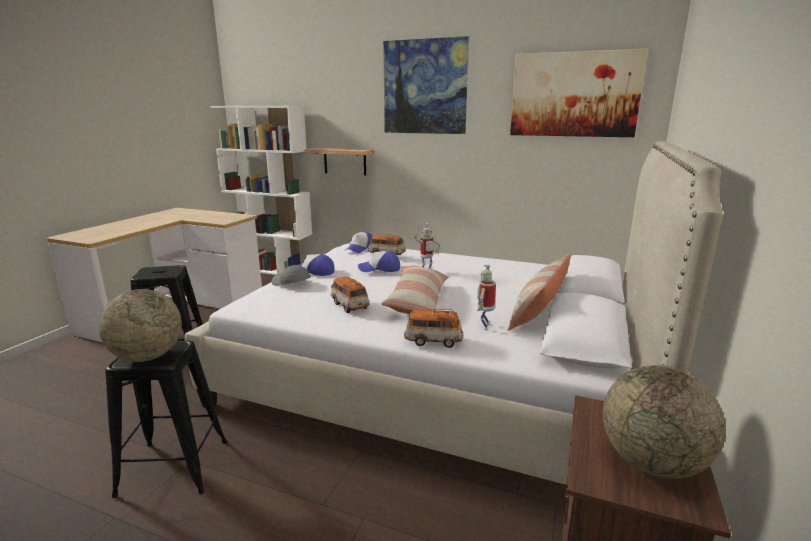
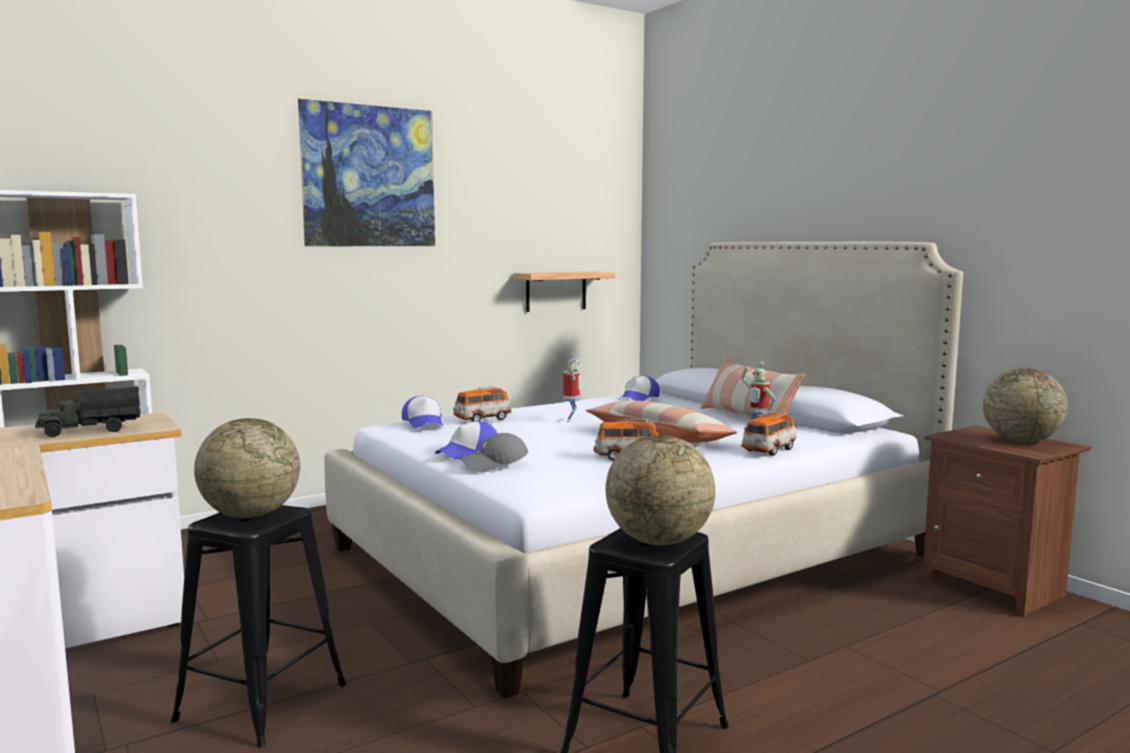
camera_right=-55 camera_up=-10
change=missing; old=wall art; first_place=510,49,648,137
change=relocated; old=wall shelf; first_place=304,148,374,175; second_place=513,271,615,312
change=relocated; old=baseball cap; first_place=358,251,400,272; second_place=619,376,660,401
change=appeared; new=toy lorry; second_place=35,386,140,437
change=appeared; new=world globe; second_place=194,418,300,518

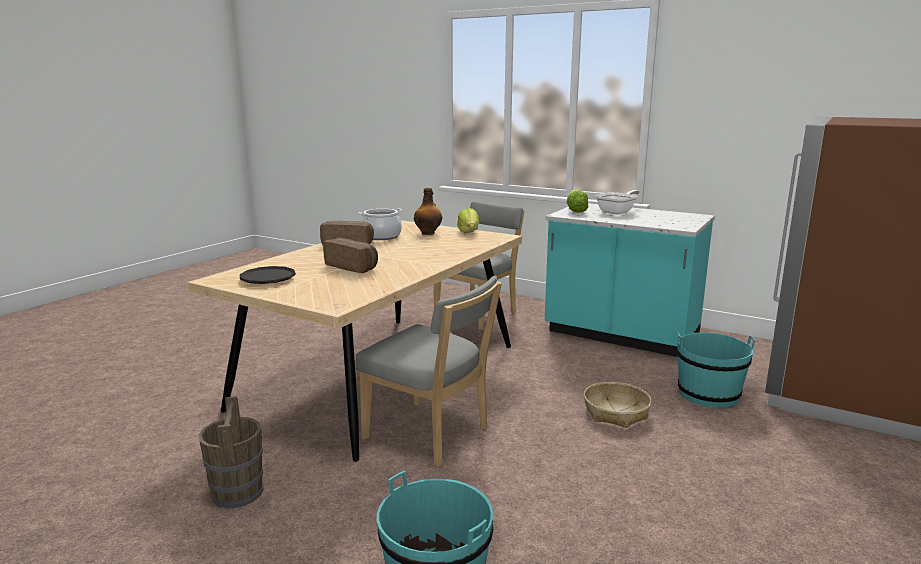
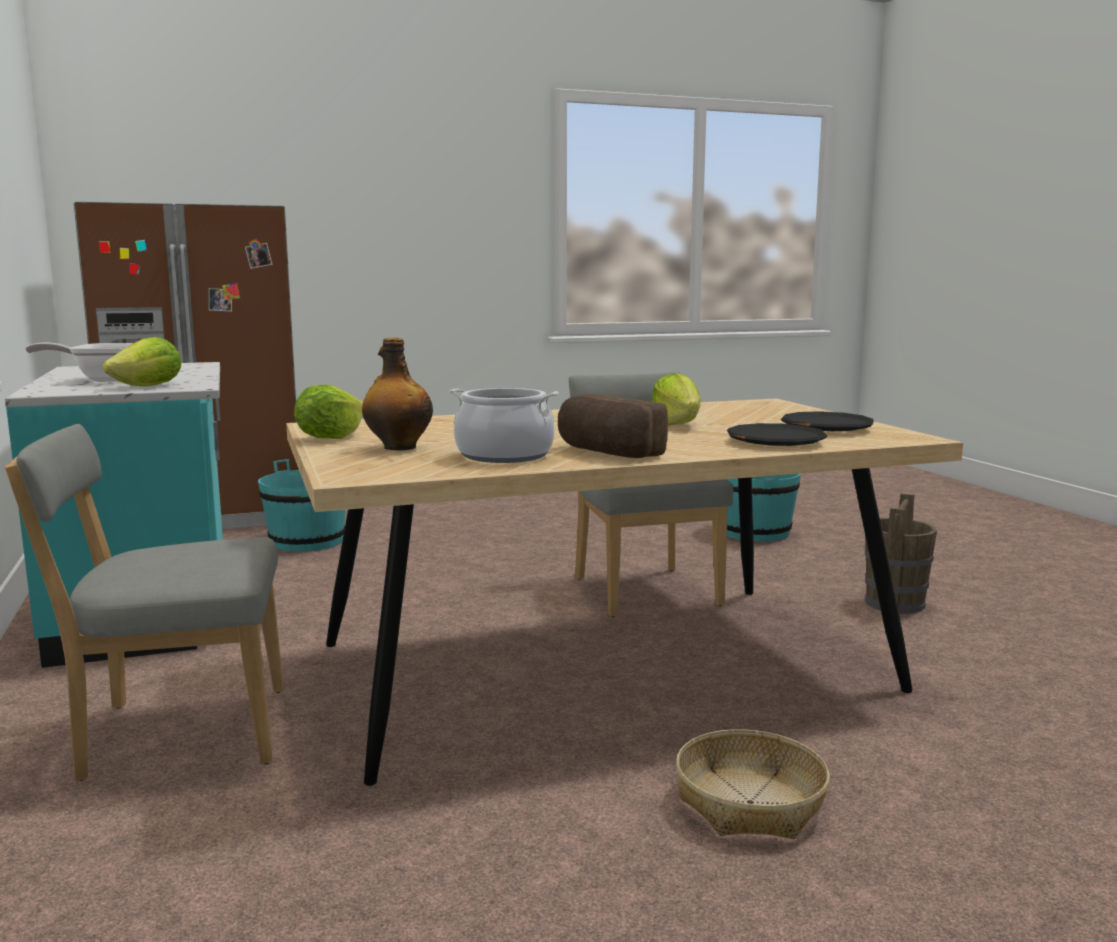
camera_right=-140 camera_up=-5
change=exchanged; old=bread; new=head of lettuce; first_place=323,238,378,273; second_place=652,373,701,425
change=relocated; old=storage basket; first_place=584,382,652,428; second_place=676,729,830,839
change=appeared; new=black flat dish; second_place=727,423,827,446

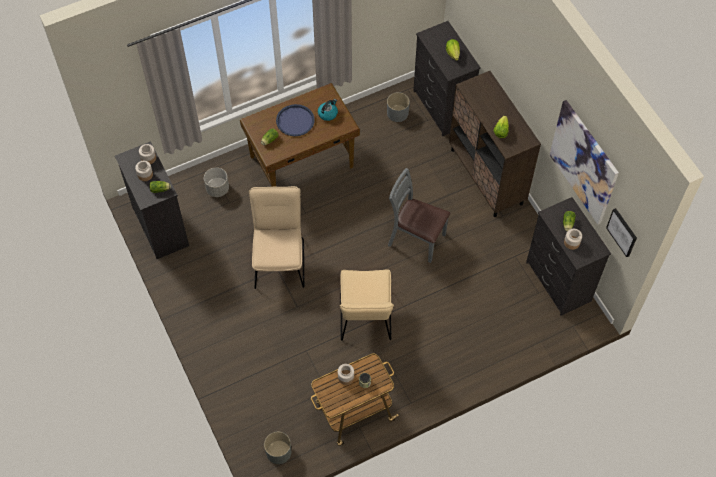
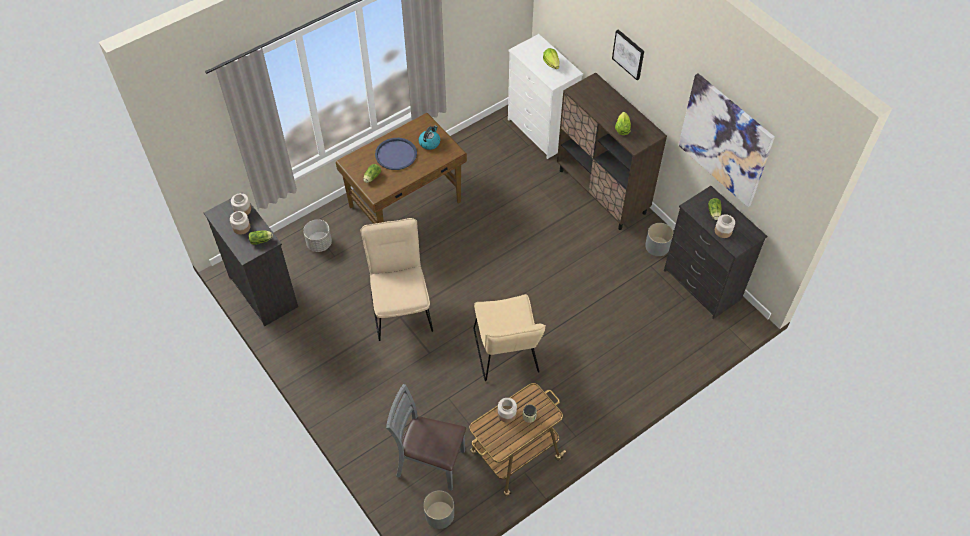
camera_right=-10 camera_up=-5
change=colour; old=black drawer chest; new=white drawer chest; first_place=413,21,481,136; second_place=508,34,583,159
change=relocated; old=gray flower pot; first_place=387,92,410,122; second_place=645,223,674,256
change=relocated; old=gray chair; first_place=388,168,450,263; second_place=386,384,466,491
change=relocated; old=wall art; first_place=606,208,637,257; second_place=612,29,644,80

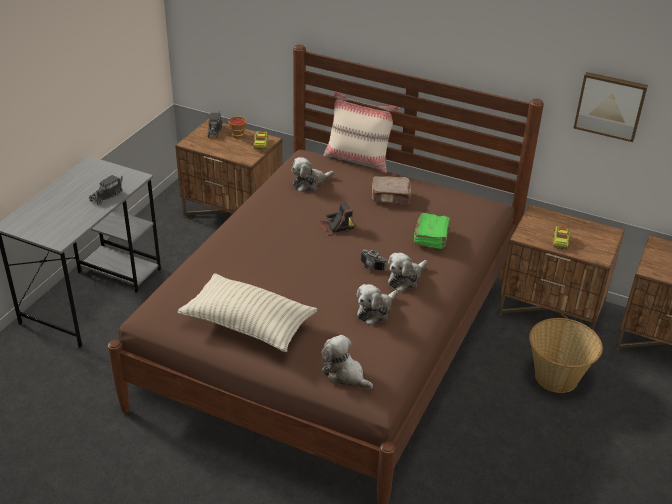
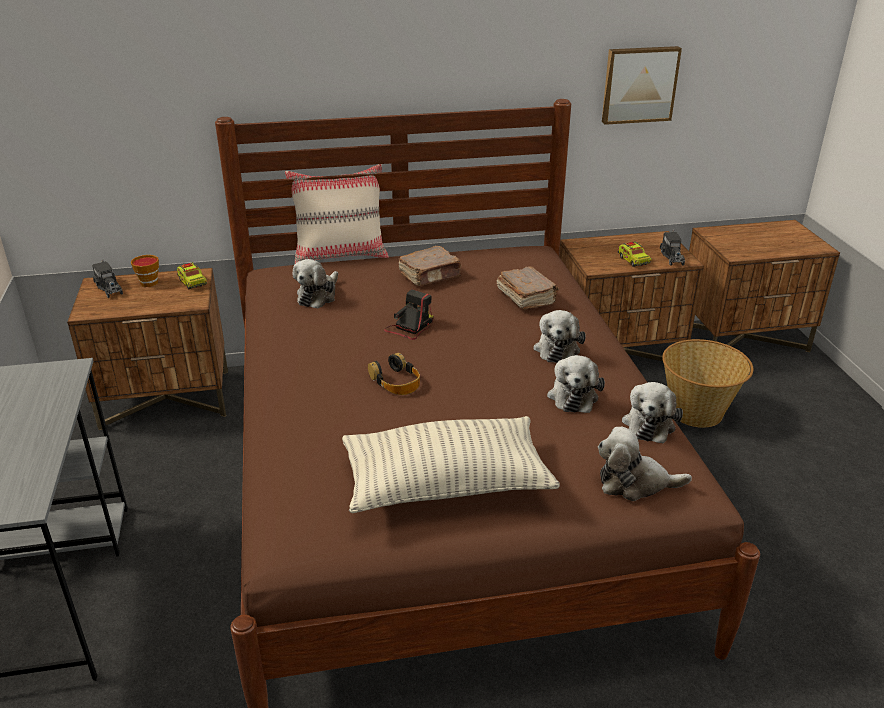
camera_right=-35 camera_up=-5
change=relocated; old=toy lorry; first_place=89,175,123,205; second_place=660,230,685,266
change=colour; old=green-coloured book; new=brown book; first_place=414,213,450,249; second_place=497,266,559,310
change=missing; old=still camera; first_place=361,249,387,271
change=appeared; new=pair of headphones; second_place=368,353,420,395
change=appeared; new=soft toy; second_place=622,382,683,443

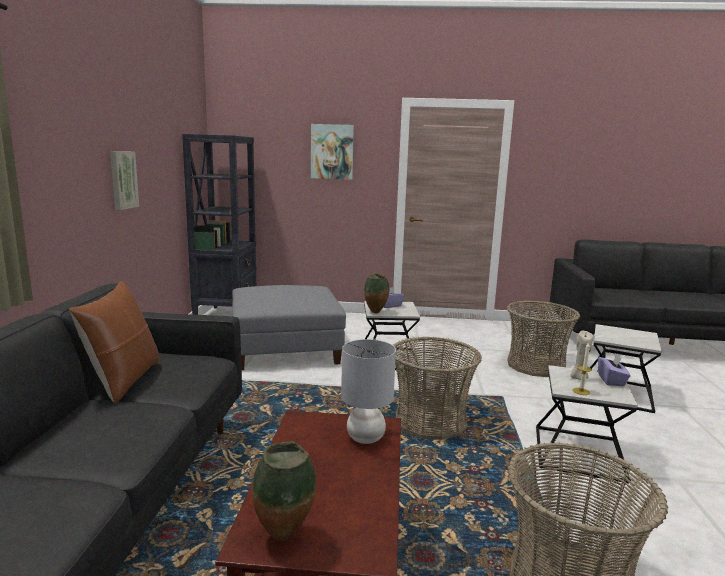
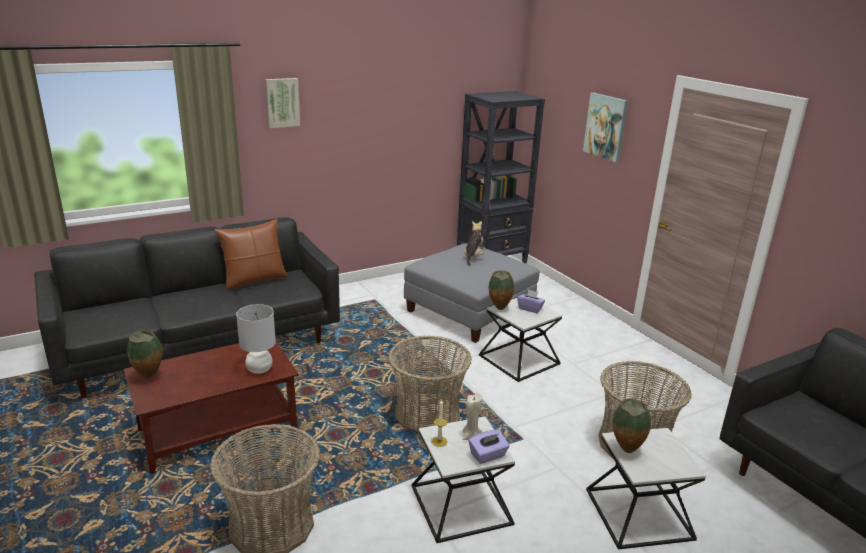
camera_right=55 camera_up=10
change=relocated; old=wall art; first_place=110,152,139,210; second_place=265,78,300,128
change=appeared; new=soft toy; second_place=464,221,485,266
change=appeared; new=flower vase; second_place=613,398,651,453

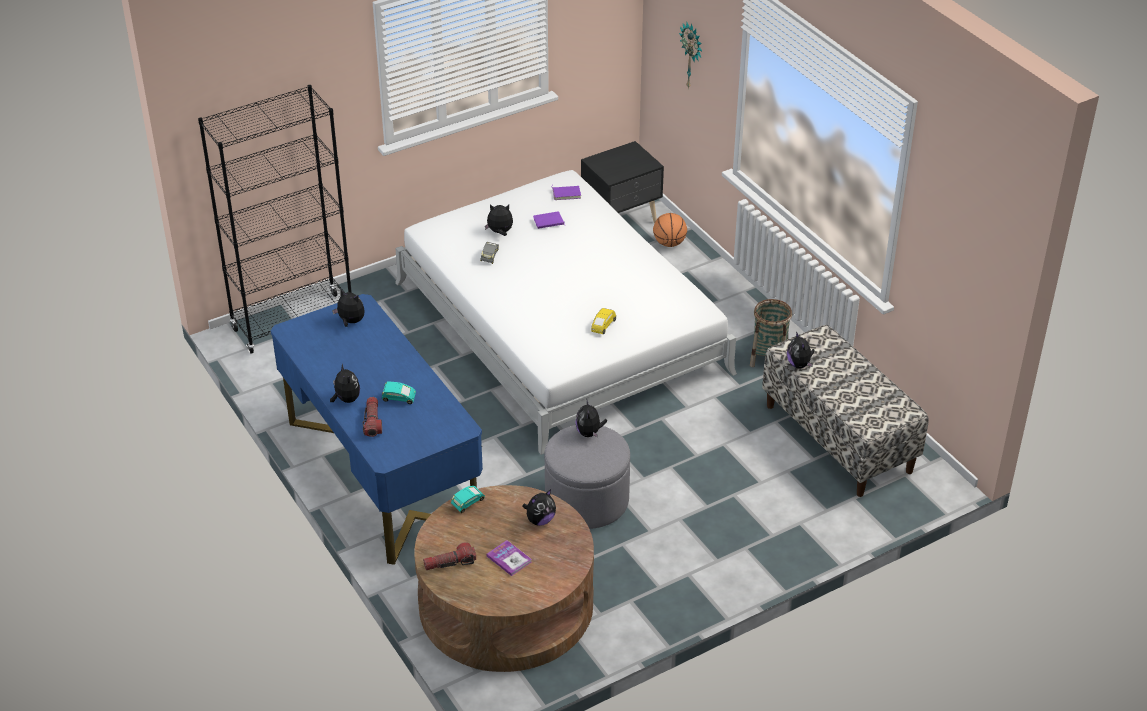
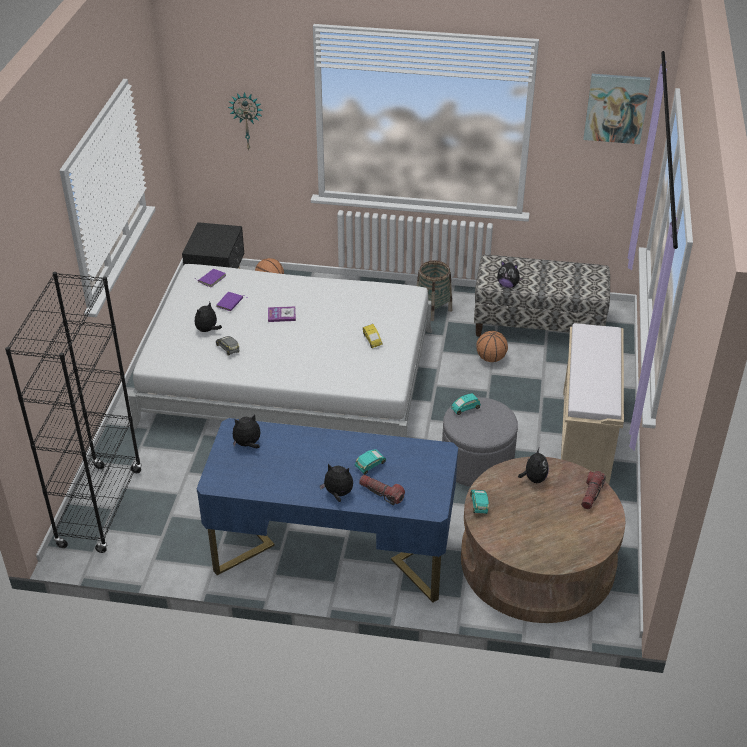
camera_right=-50 camera_up=0
change=exchanged; old=soft toy; new=turquoise toy car; first_place=576,398,607,438; second_place=451,393,481,415
change=relocated; old=book; first_place=487,540,532,576; second_place=268,306,296,322
change=relocated; old=flashlight; first_place=423,542,476,570; second_place=581,471,606,509
change=appeared; new=wall art; second_place=583,74,651,144
change=appeared; new=sand-coloured long seat; second_place=561,323,624,485
change=appeared; new=basketball; second_place=476,331,508,362

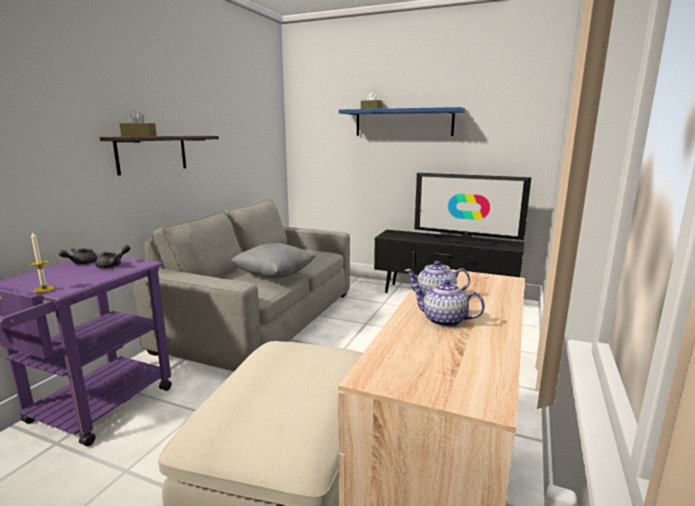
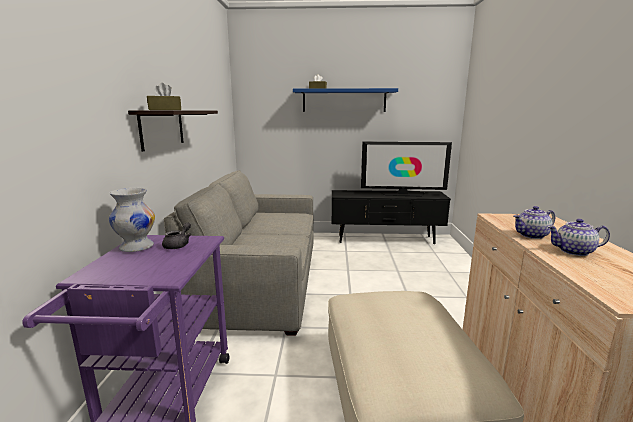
camera_right=-20 camera_up=0
change=missing; old=wax candle; first_place=29,231,55,293
change=missing; old=gray pillow; first_place=231,243,316,279
change=exchanged; old=gray pot for tea; new=white flower vase; first_place=59,248,98,264; second_place=109,188,155,252

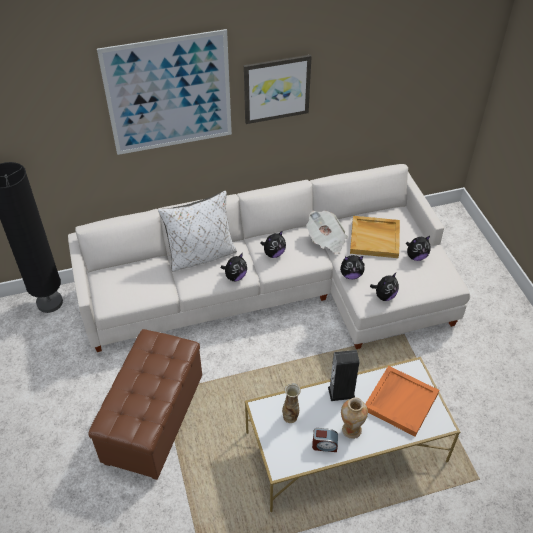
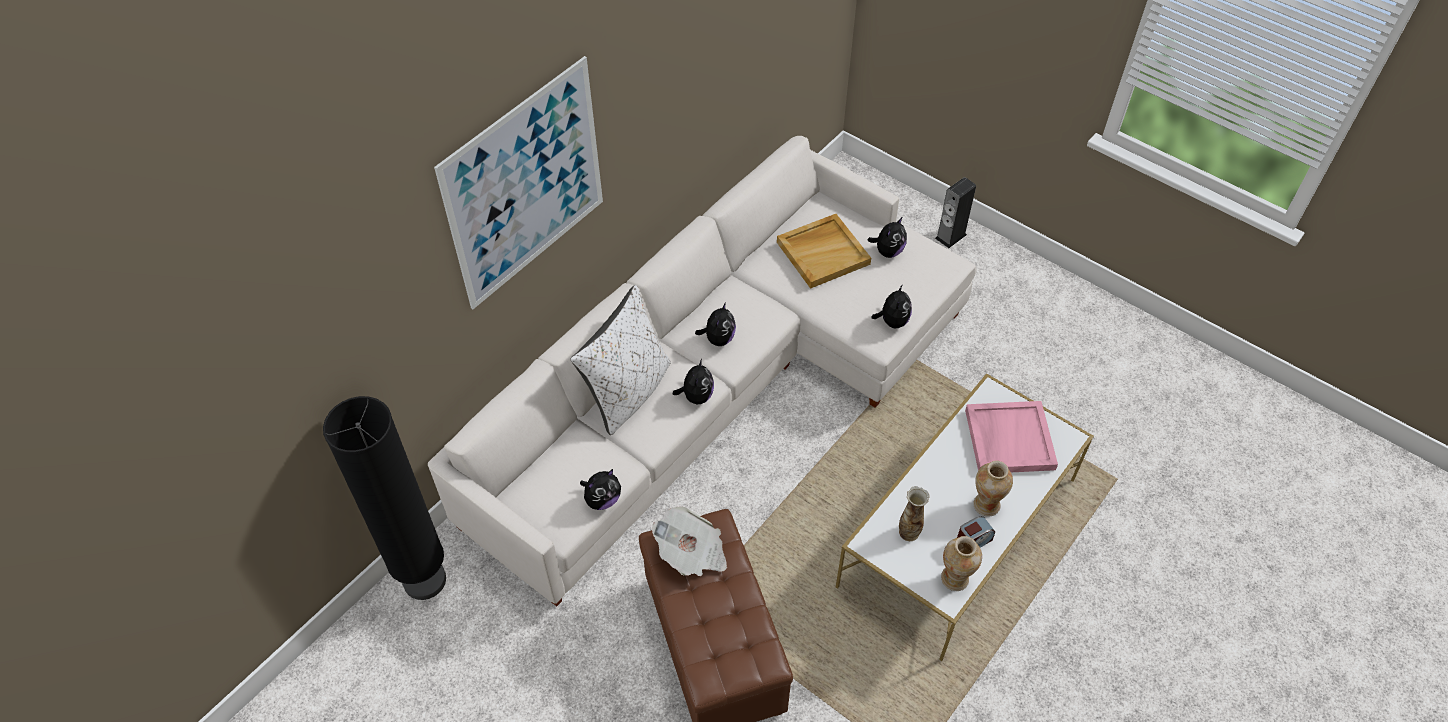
camera_right=-35 camera_up=5
change=missing; old=wall art; first_place=244,55,312,124
change=relocated; old=newspaper; first_place=306,211,348,254; second_place=652,507,727,576
change=relocated; old=soft toy; first_place=340,255,365,279; second_place=580,469,621,510
change=relocated; old=audio speaker; first_place=328,350,359,401; second_place=935,177,976,248
change=colour; old=orangey tray; new=pinkish tray; first_place=365,366,439,436; second_place=965,401,1058,472
change=appeared; new=flower vase; second_place=941,536,982,591

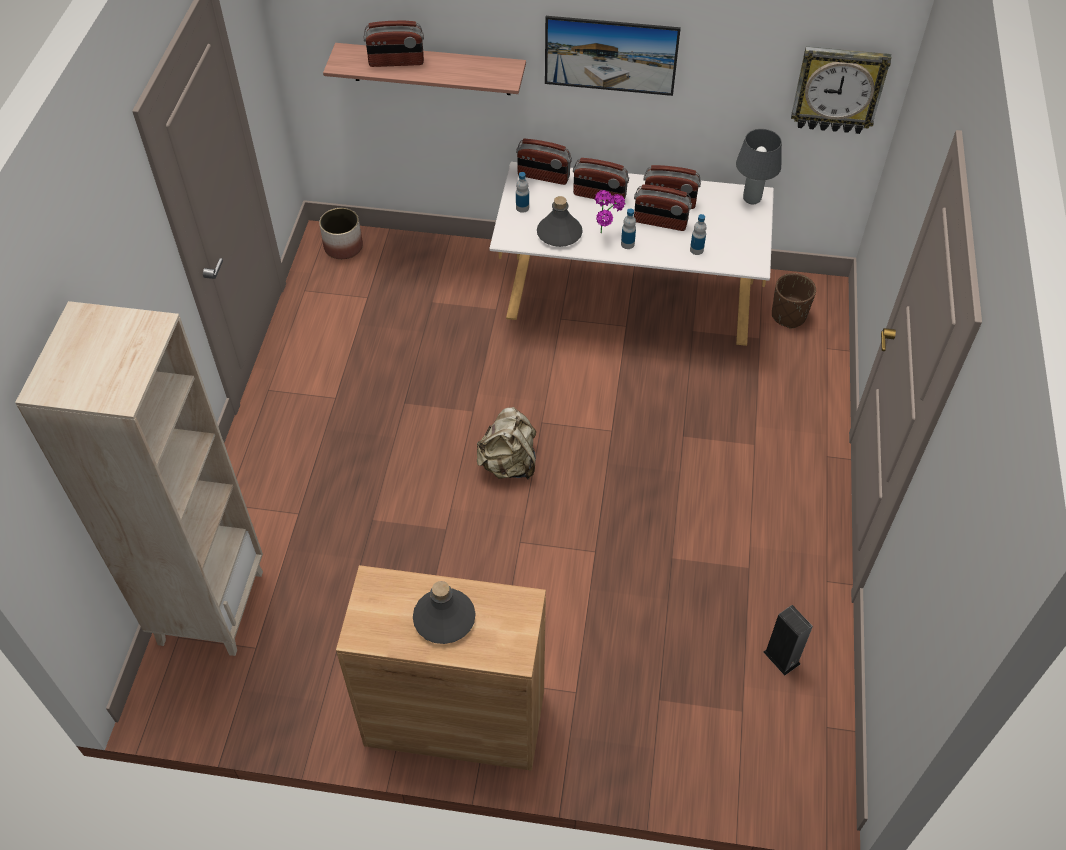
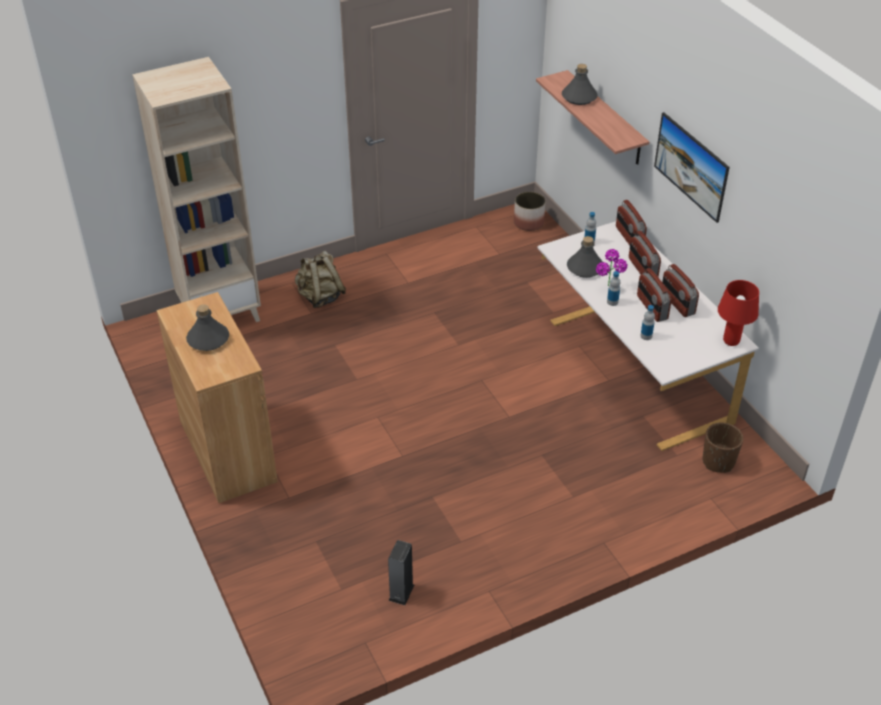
camera_right=55 camera_up=-10
change=exchanged; old=radio receiver; new=gray bottle; first_place=363,21,424,67; second_place=562,64,598,105
change=missing; old=clock on the wall; first_place=791,47,891,134
change=colour; old=gray lamp for a table; new=reddish lamp for a table; first_place=736,129,782,205; second_place=718,280,759,346
change=relocated; old=sand-coloured rucksack; first_place=477,407,536,480; second_place=295,250,346,308

